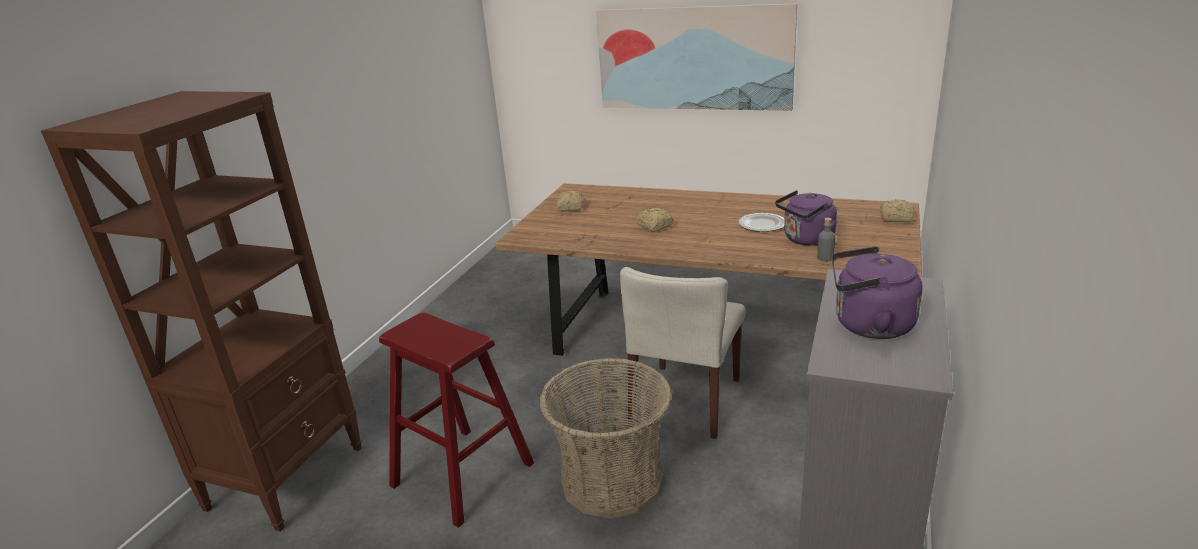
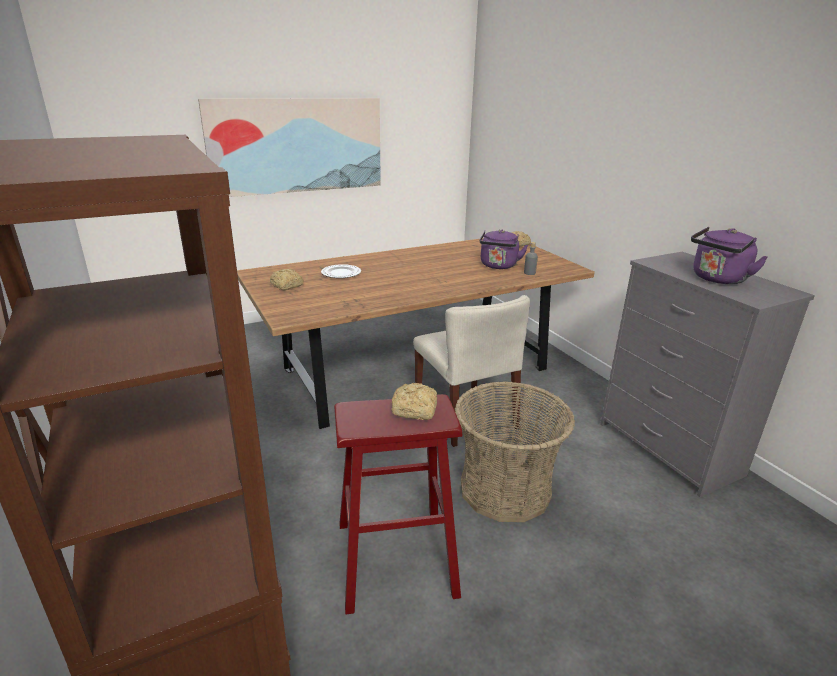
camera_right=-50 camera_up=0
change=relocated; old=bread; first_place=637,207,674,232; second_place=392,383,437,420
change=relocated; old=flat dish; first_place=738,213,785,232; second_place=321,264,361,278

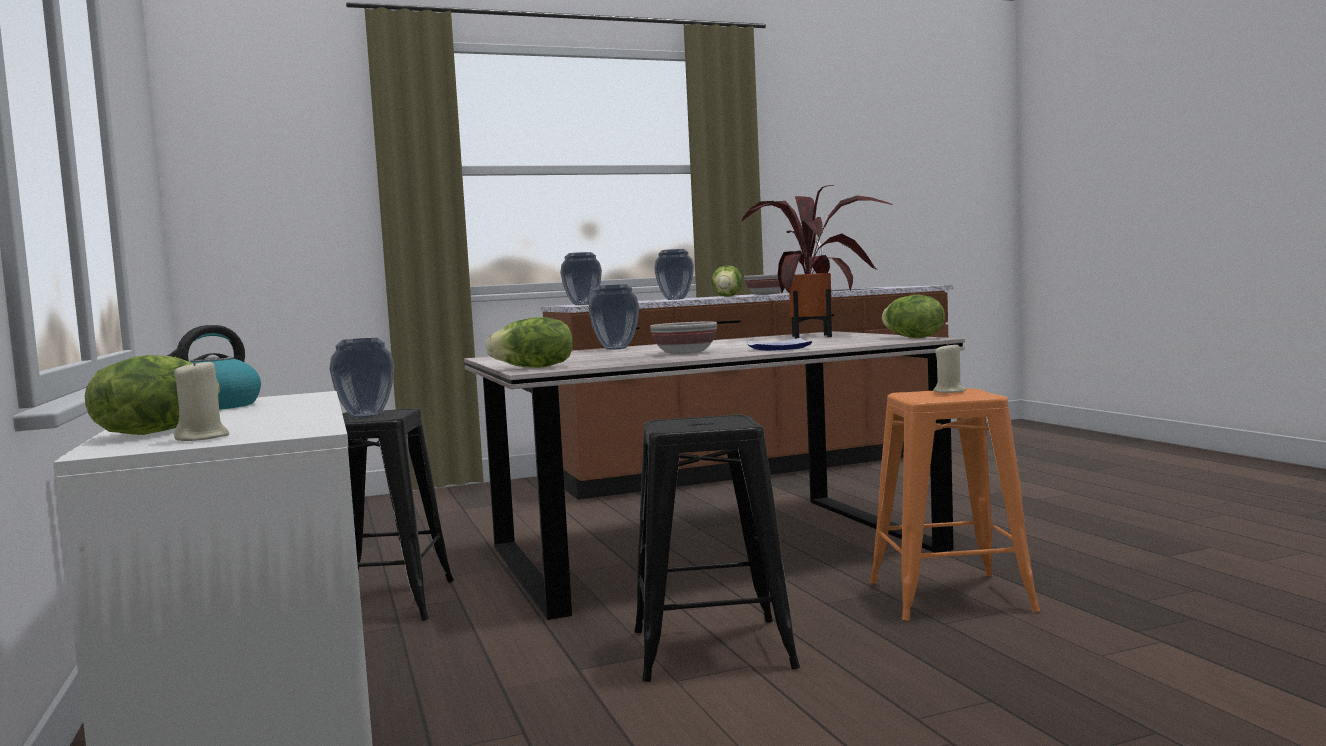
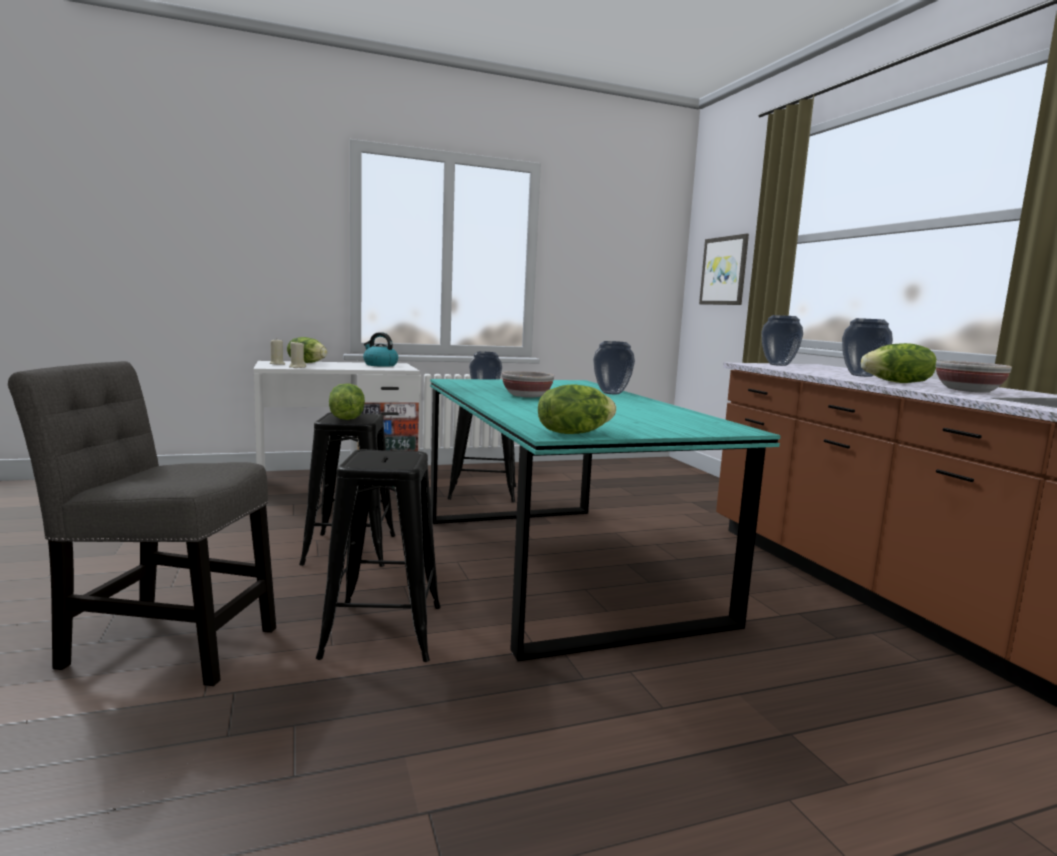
camera_right=90 camera_up=5
change=missing; old=potted plant; first_place=742,185,893,339
change=relocated; old=head of lettuce; first_place=486,317,573,368; second_place=329,383,365,420
change=colour; old=gray dining table; new=turquoise dining table; first_place=464,331,965,620; second_place=430,379,781,661
change=missing; old=flat dish; first_place=747,338,812,351
change=relocated; old=sand-coloured wax candle; first_place=934,342,966,393; second_place=289,342,306,368
change=colour; old=orangey stool; new=black stool; first_place=870,388,1040,621; second_place=316,449,441,662
change=appeared; new=wall art; second_place=699,234,749,305
change=appeared; new=gray chair; second_place=8,361,276,686

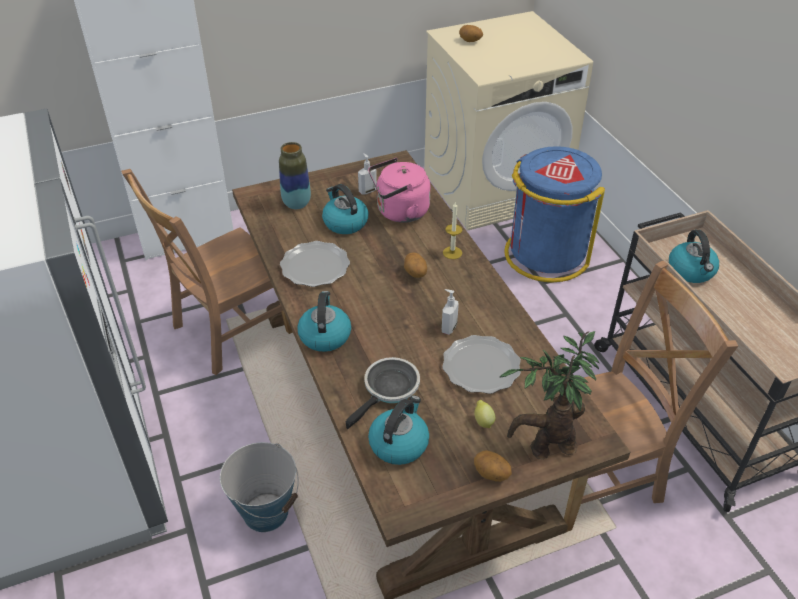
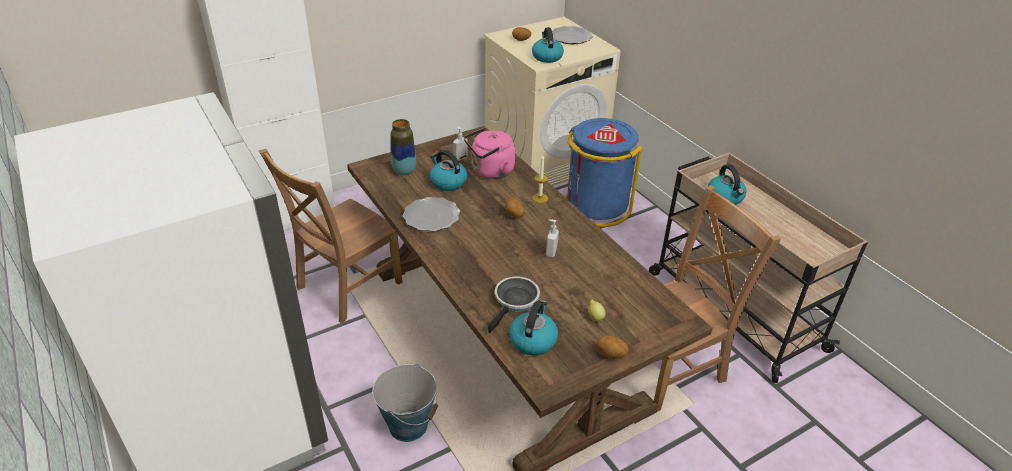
camera_right=-10 camera_up=-5
change=relocated; old=tea kettle; first_place=297,291,351,352; second_place=532,27,564,63
change=missing; old=potted plant; first_place=500,331,599,459
change=relocated; old=flat dish; first_place=442,335,521,394; second_place=552,26,593,44

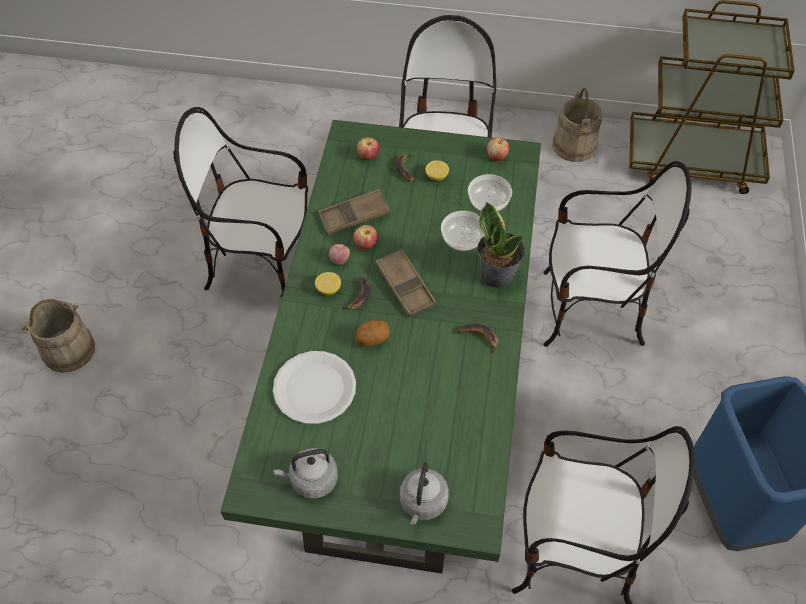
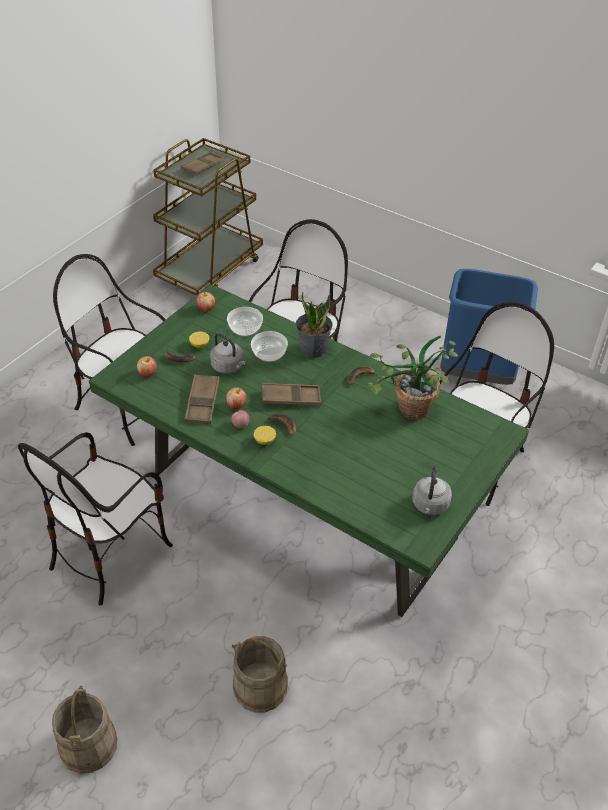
camera_right=-65 camera_up=-10
change=relocated; old=sand-coloured bucket; first_place=552,88,602,162; second_place=232,636,288,712
change=missing; old=whole potato; first_place=355,320,390,347
change=missing; old=white flat dish; first_place=273,351,356,424
change=relocated; old=gray tea kettle; first_place=400,462,449,525; second_place=210,333,246,374
change=appeared; new=brown tray; second_place=181,152,224,175
change=appeared; new=potted plant; second_place=366,336,458,420

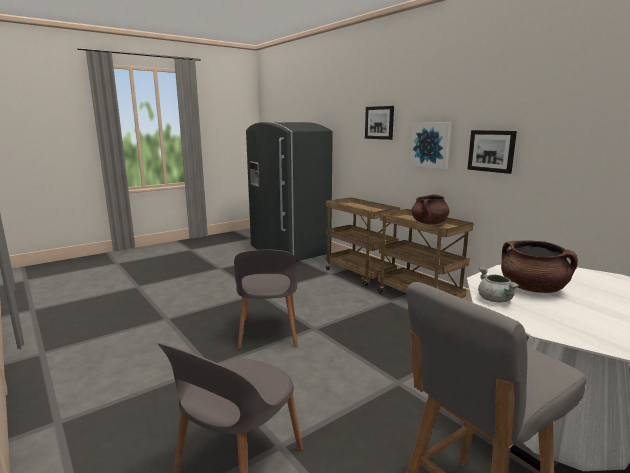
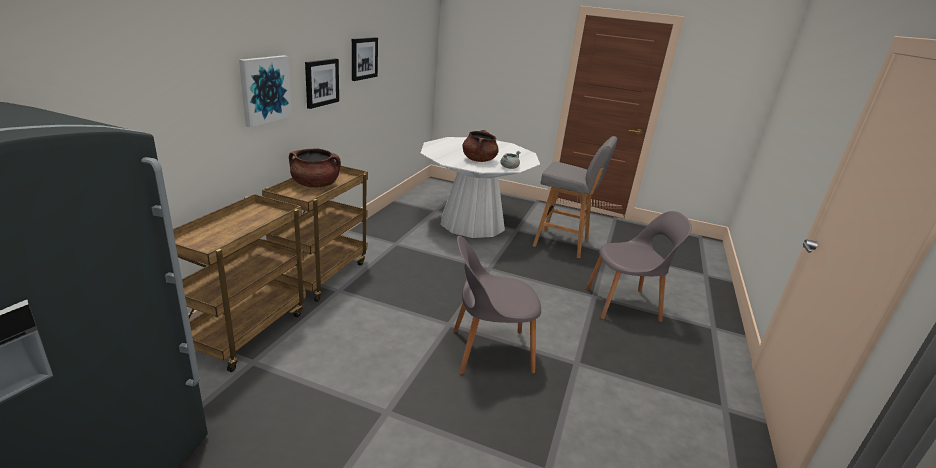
camera_right=-125 camera_up=10
change=relocated; old=wall art; first_place=365,106,394,140; second_place=352,37,378,81
change=spun; old=gray chair; first_place=234,250,298,349; second_place=453,236,541,375; degrees=-150

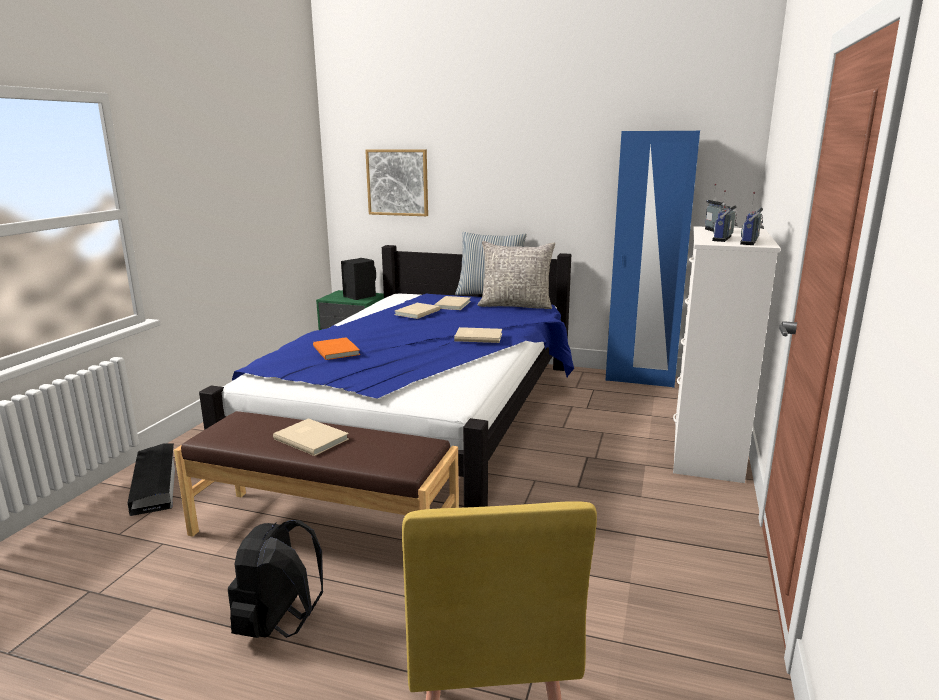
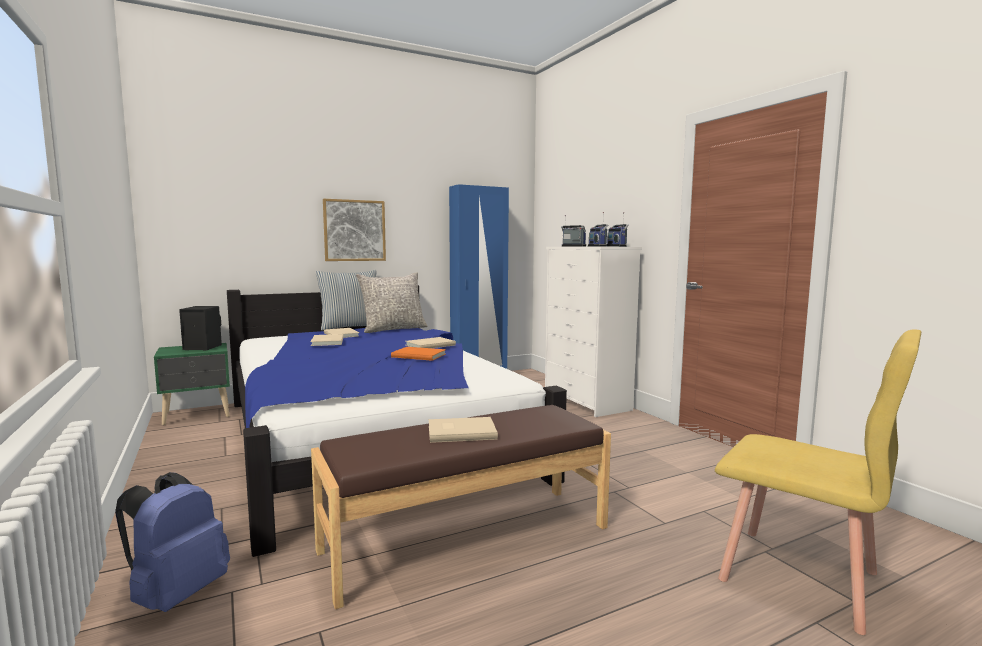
camera_right=-45 camera_up=-10
change=relocated; old=wall art; first_place=365,149,428,216; second_place=323,199,386,261
change=relocated; old=orangey book; first_place=313,337,360,360; second_place=391,347,446,361
change=exchanged; old=black storage box; new=blue-coloured rucksack; first_place=127,443,175,516; second_place=115,472,230,612
change=missing; old=black rucksack; first_place=228,520,323,638

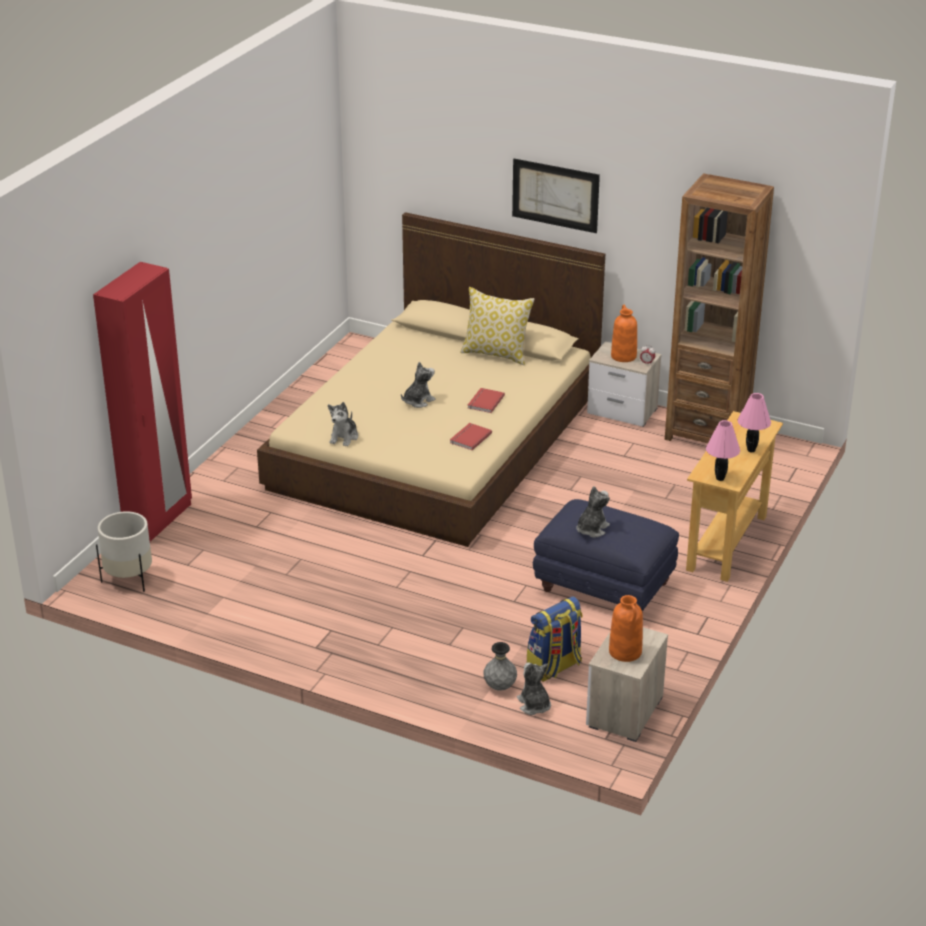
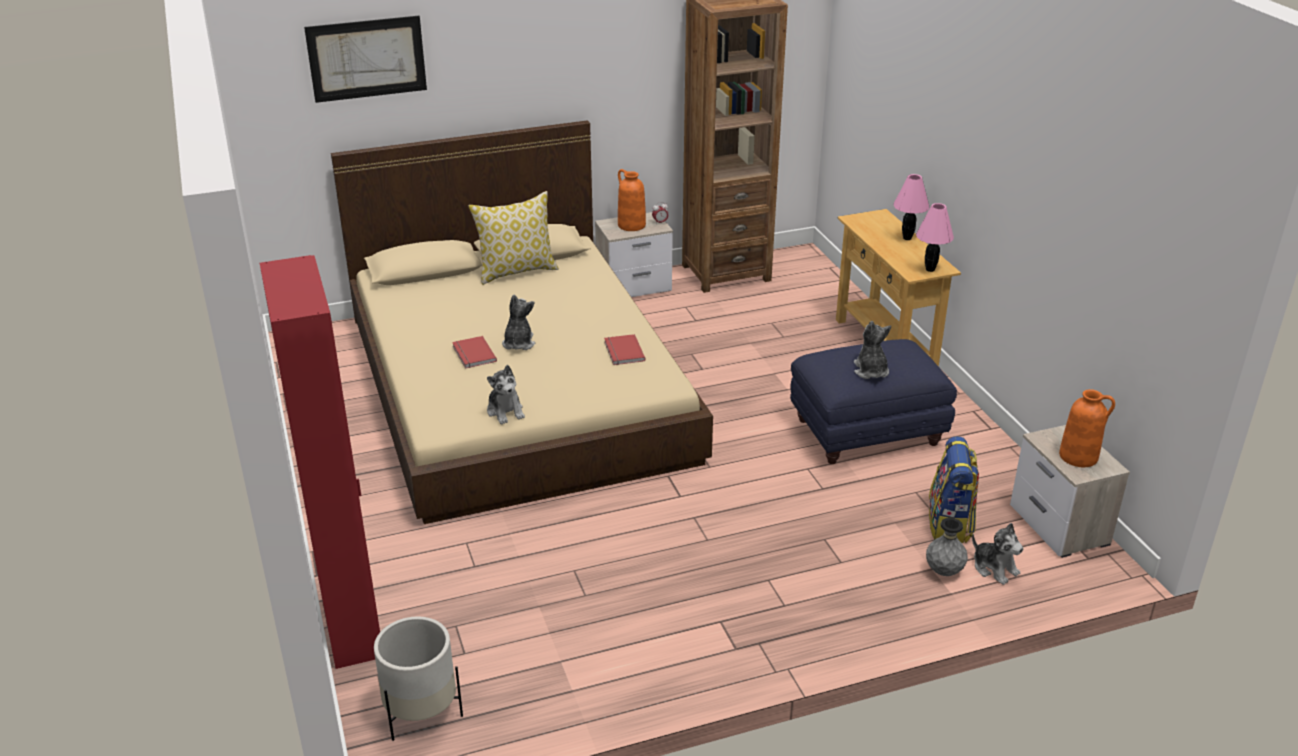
camera_right=-45 camera_up=0
change=relocated; old=wall art; first_place=512,159,600,233; second_place=304,16,427,103
change=relocated; old=reddish book; first_place=468,388,505,413; second_place=452,336,497,369
change=spun; old=soft toy; first_place=517,663,551,715; second_place=972,523,1023,585; degrees=-150

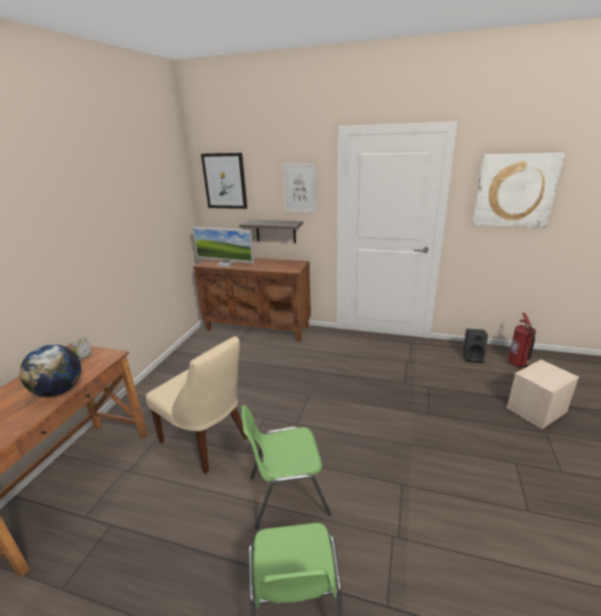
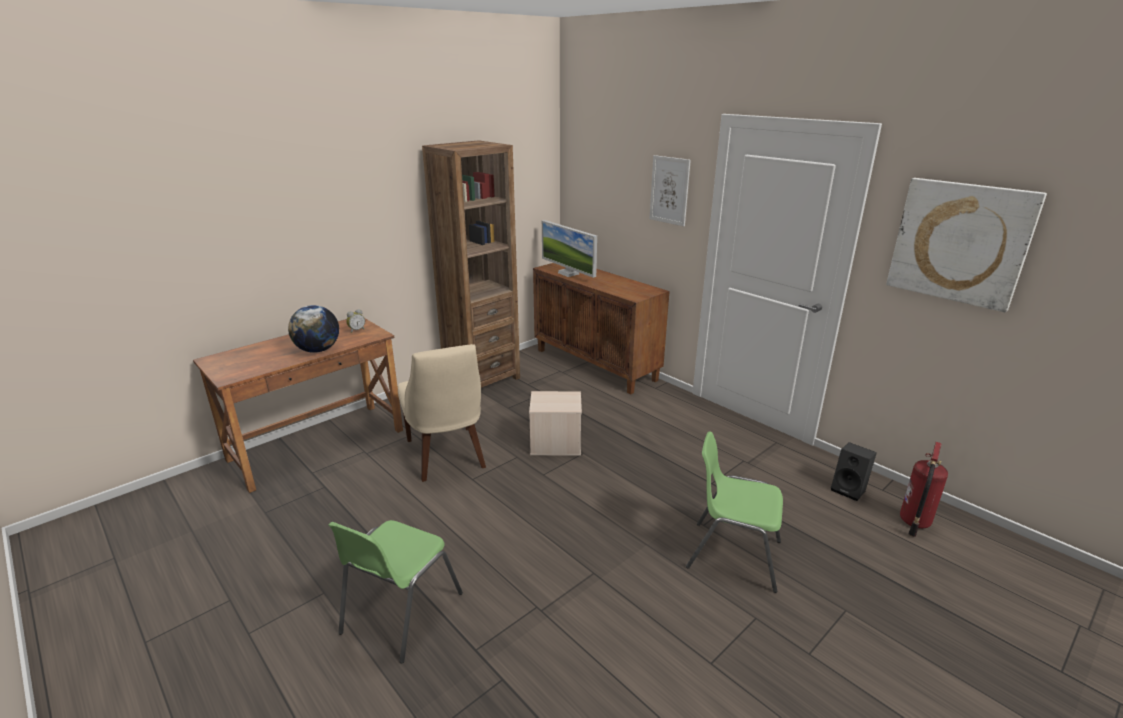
camera_right=30 camera_up=0
change=missing; old=wall art; first_place=201,153,247,209
change=missing; old=wall shelf; first_place=239,220,303,243
change=relocated; old=sand-coloured storage box; first_place=507,360,579,429; second_place=529,391,582,456
change=relocated; old=green-coloured chair; first_place=242,405,332,529; second_place=686,431,783,593
change=appeared; new=brown shelving unit; second_place=422,140,520,388

